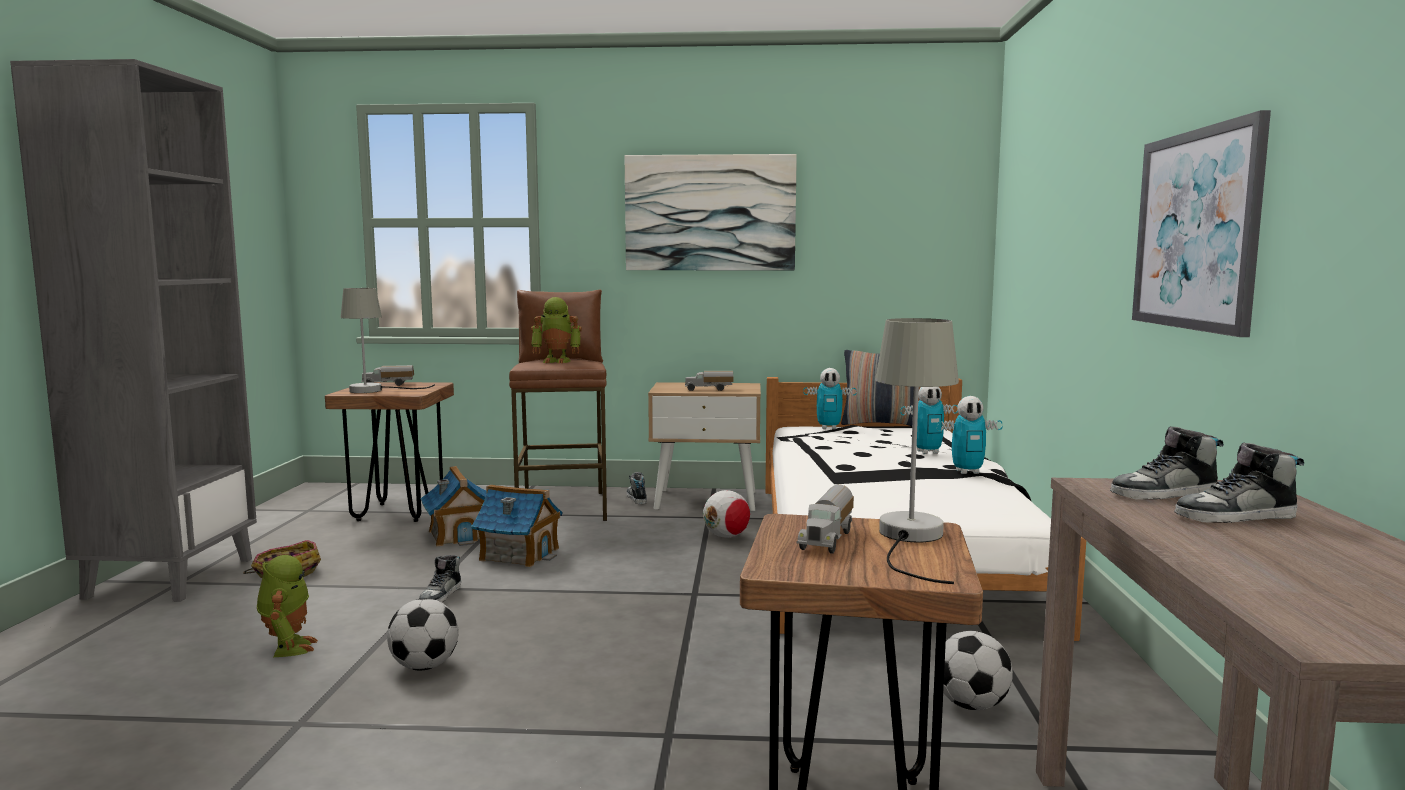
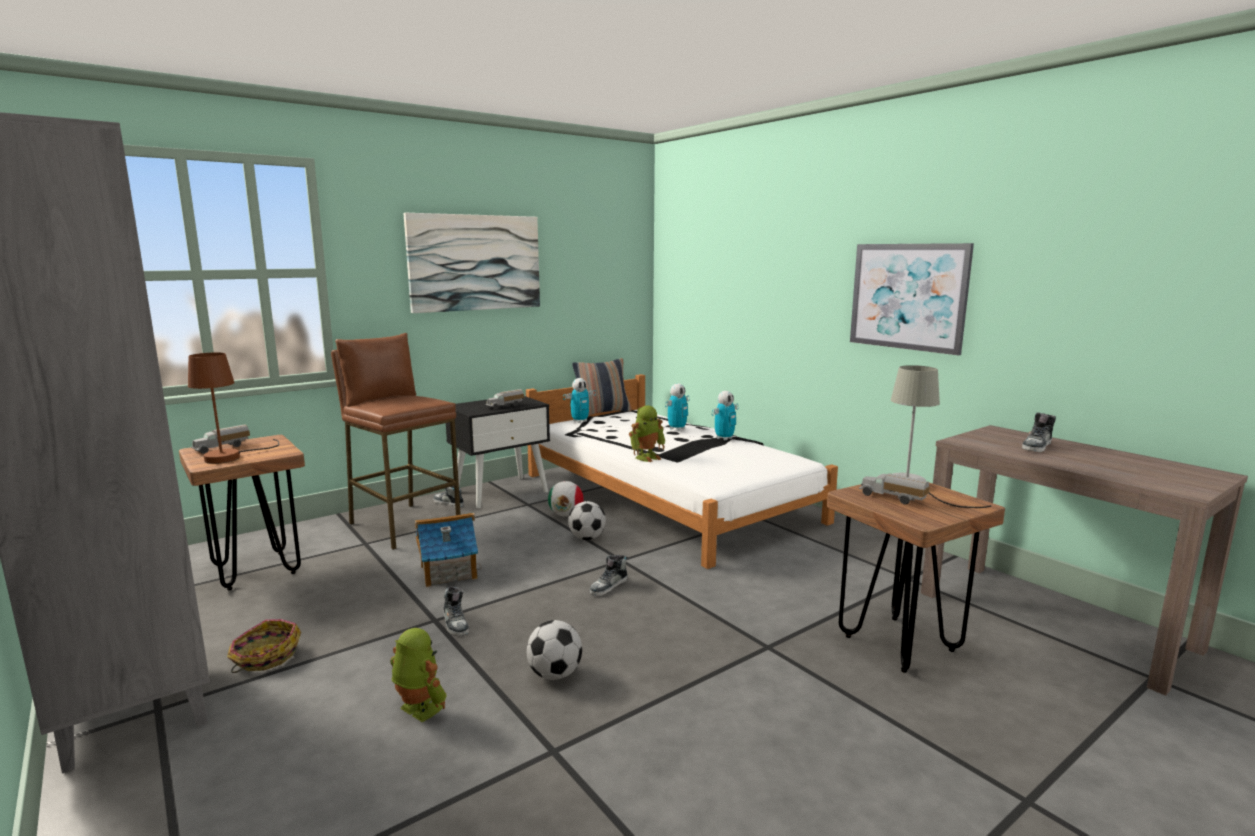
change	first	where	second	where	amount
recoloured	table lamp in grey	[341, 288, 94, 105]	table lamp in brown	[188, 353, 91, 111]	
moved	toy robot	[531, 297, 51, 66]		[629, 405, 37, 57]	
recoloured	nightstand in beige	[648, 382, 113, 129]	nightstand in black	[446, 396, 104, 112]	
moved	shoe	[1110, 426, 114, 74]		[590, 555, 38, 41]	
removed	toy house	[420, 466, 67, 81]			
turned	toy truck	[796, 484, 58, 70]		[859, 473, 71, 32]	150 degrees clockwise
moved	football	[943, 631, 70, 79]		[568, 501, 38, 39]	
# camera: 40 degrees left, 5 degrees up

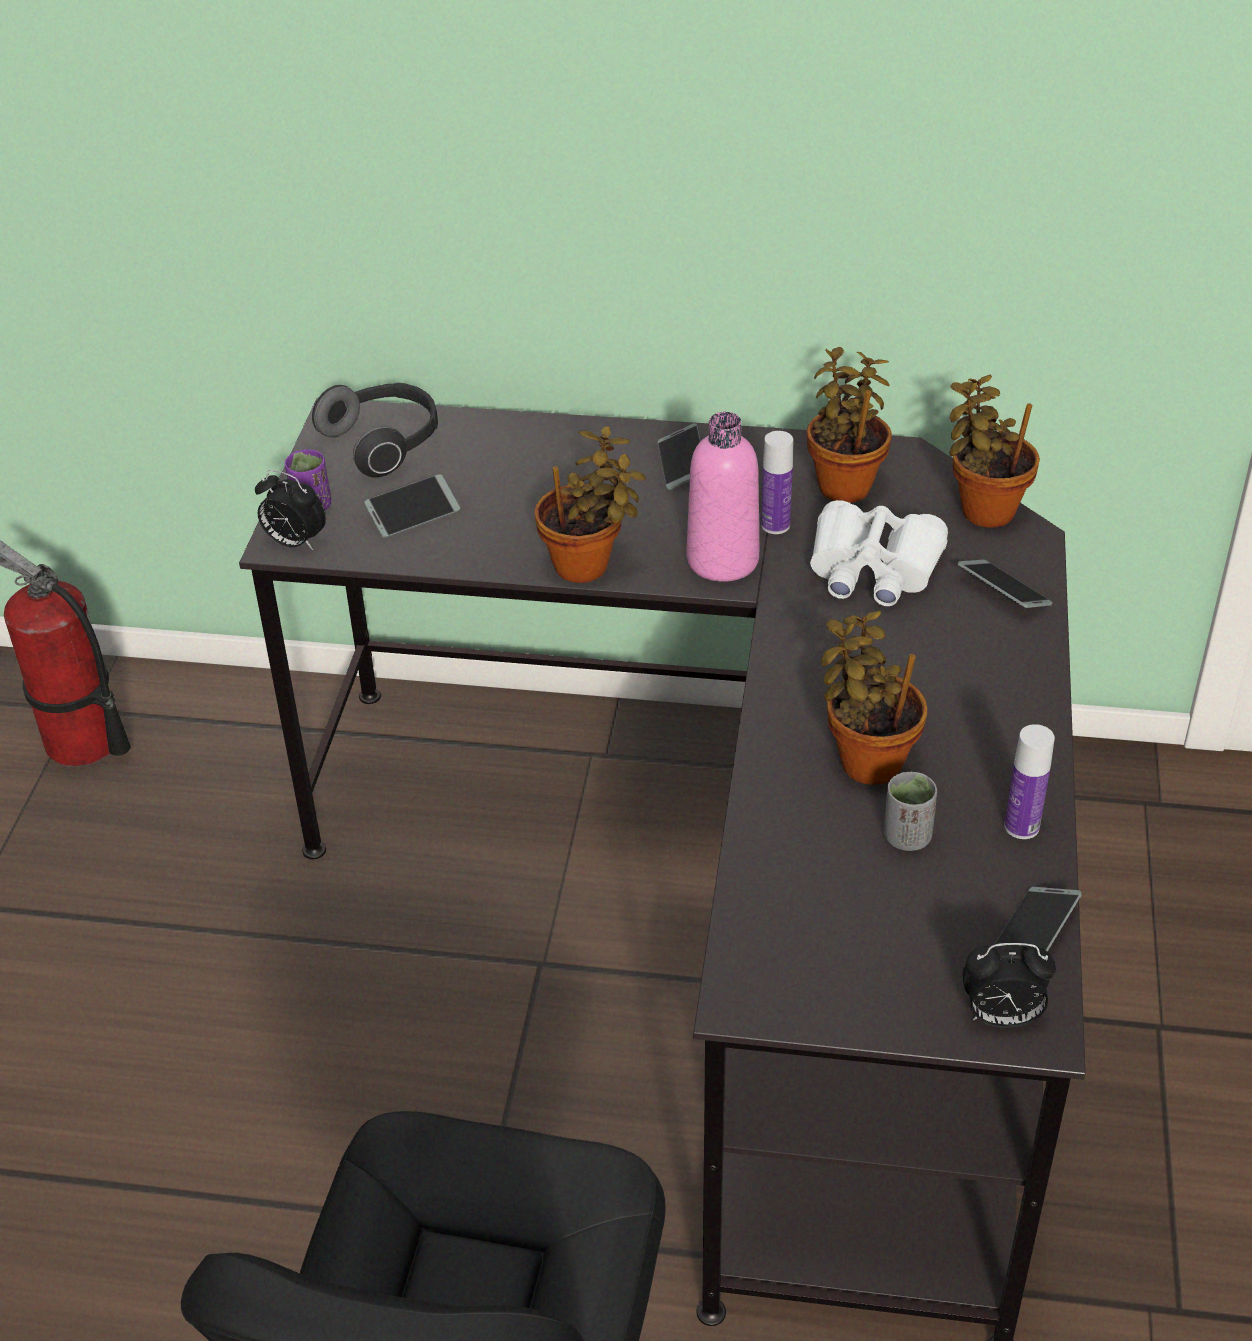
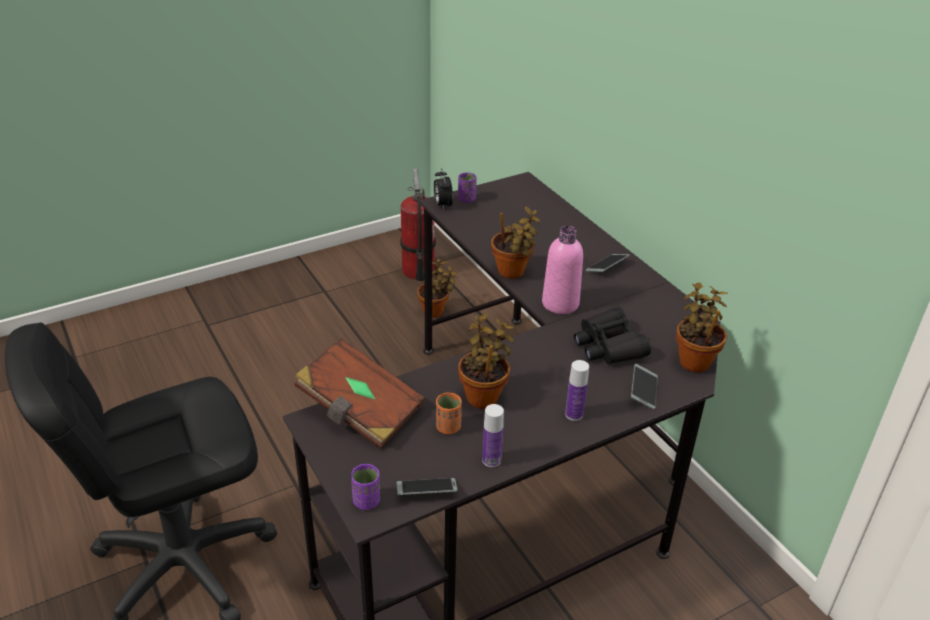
change	first	where	second	where	amount
moved	potted plant	[807, 347, 85, 156]		[417, 259, 41, 59]	
removed	headphones	[312, 382, 126, 95]			
moved	bottle	[761, 431, 32, 103]		[565, 360, 24, 61]	
removed	phone	[364, 474, 96, 64]			
recoloured	binoculars in white	[810, 500, 138, 106]	binoculars in black	[574, 307, 77, 57]	
recoloured	cup in grey	[884, 772, 53, 79]	cup in orange	[436, 393, 26, 41]	
replaced	alarm clock	[963, 943, 93, 85]	cup in purple	[351, 464, 29, 46]	
added			book in brown	[294, 338, 131, 111]	
# camera: 50 degrees right, 5 degrees down

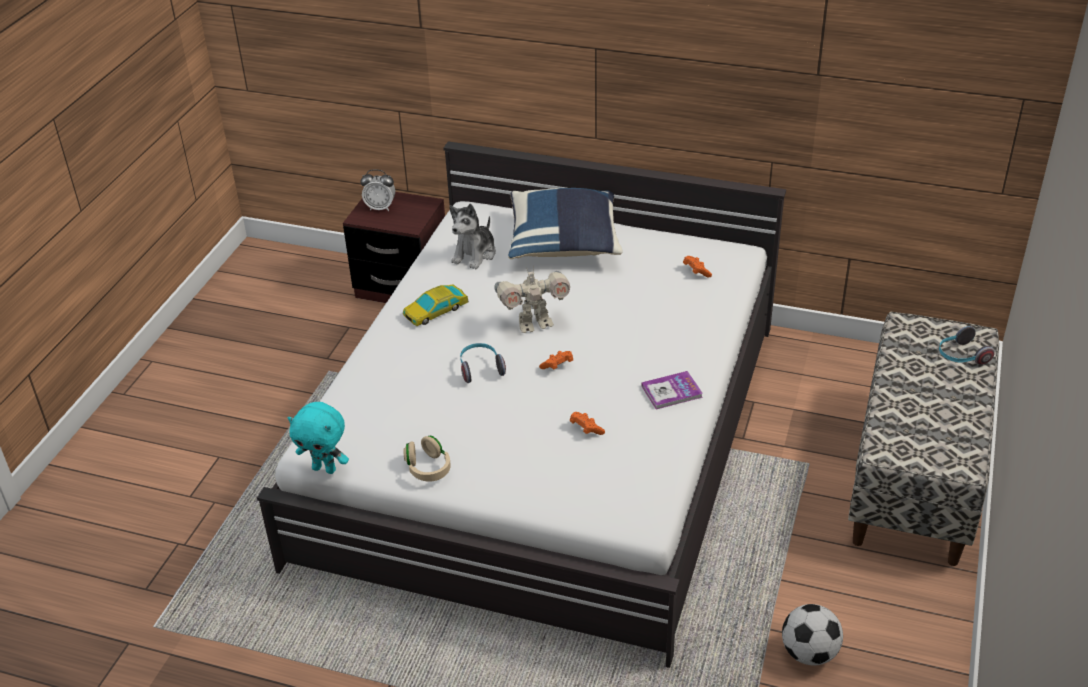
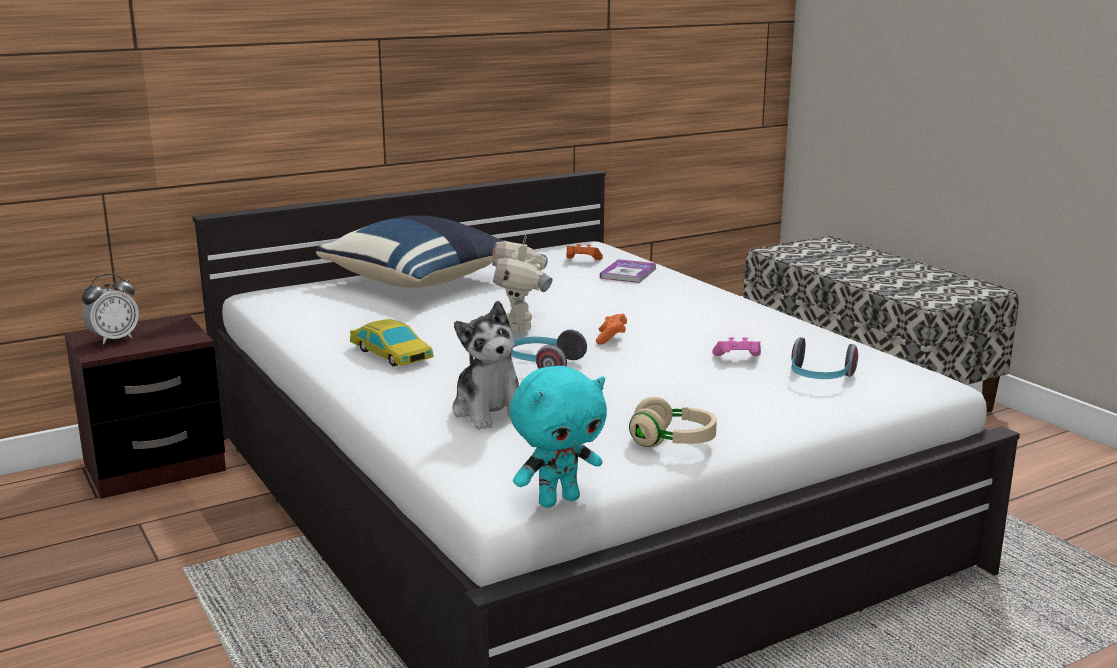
change	first	where	second	where	amount
moved	plush toy	[449, 204, 47, 66]		[452, 301, 67, 129]	
turned	toy robot	[494, 266, 76, 67]		[492, 234, 60, 98]	150 degrees clockwise
turned	toy car	[403, 284, 66, 42]		[350, 319, 84, 47]	45 degrees counterclockwise
moved	headphones	[939, 326, 56, 39]		[791, 337, 67, 42]	
moved	book	[641, 371, 62, 38]		[600, 259, 57, 24]	
recoloured	game controller in orange	[570, 412, 35, 23]	game controller in pink	[712, 337, 49, 19]	
removed	football	[782, 604, 61, 62]			
# camera: 50 degrees left, 20 degrees down

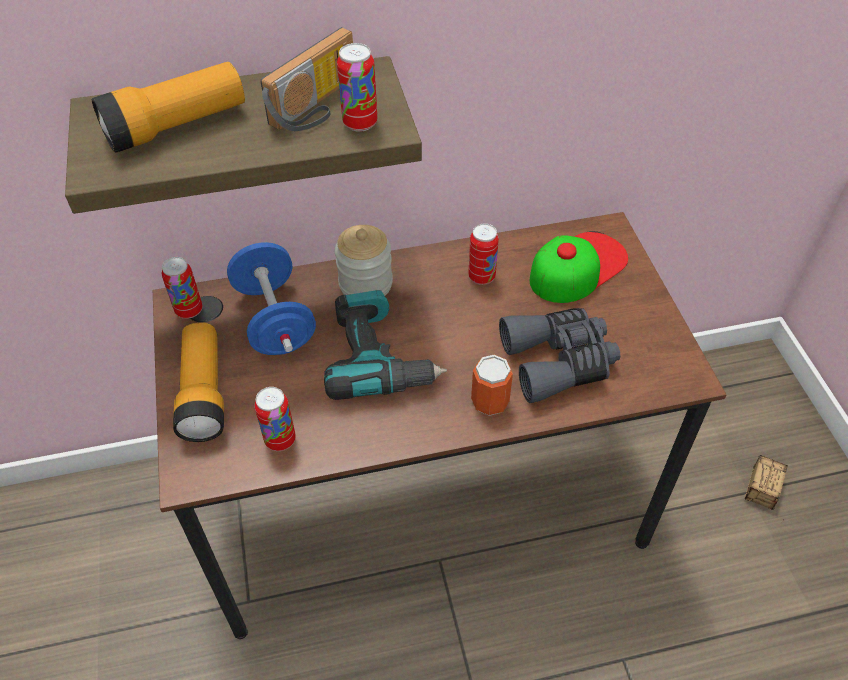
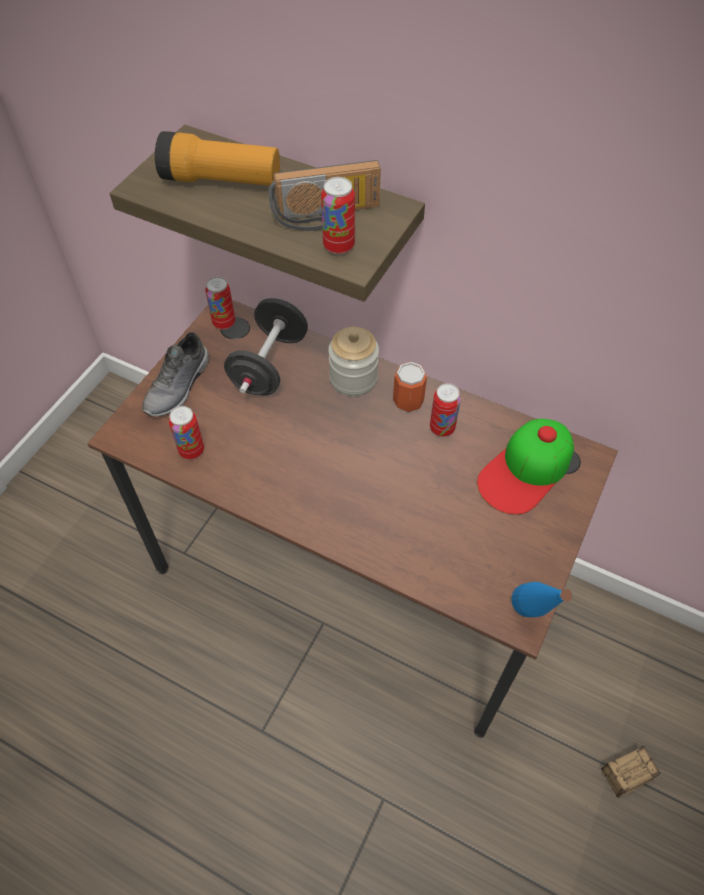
change	first	where	second	where	amount
turned	cap	[530, 232, 98, 71]		[477, 419, 97, 95]	135 degrees clockwise
recoloured	dumbbell in blue	[227, 242, 89, 113]	dumbbell in black	[224, 298, 84, 97]	
removed	power drill	[324, 290, 123, 110]			
removed	binoculars in grey	[499, 308, 121, 95]			
replaced	flashlight	[173, 323, 51, 119]	shoe in grey	[142, 332, 67, 85]	
moved	can	[471, 355, 42, 61]		[393, 362, 34, 51]	
added			bottle in blue	[511, 582, 62, 35]	
# camera: 40 degrees right, 5 degrees up

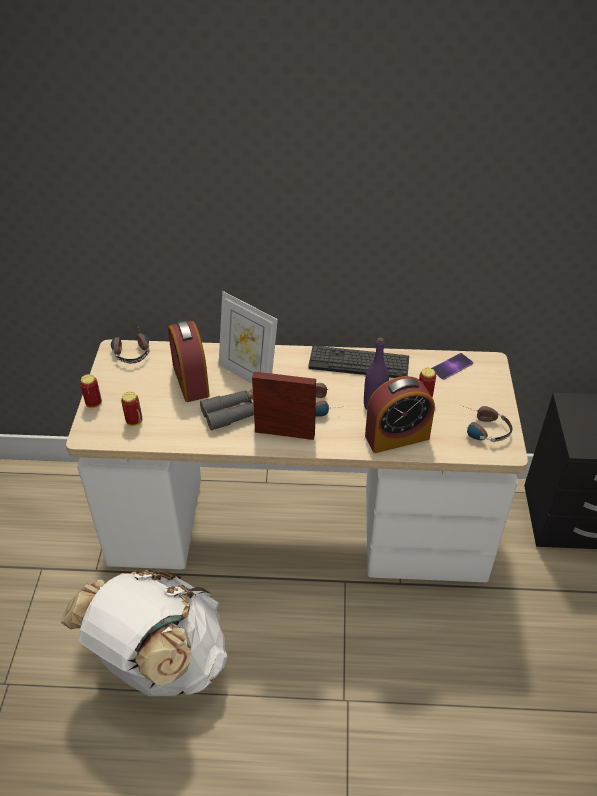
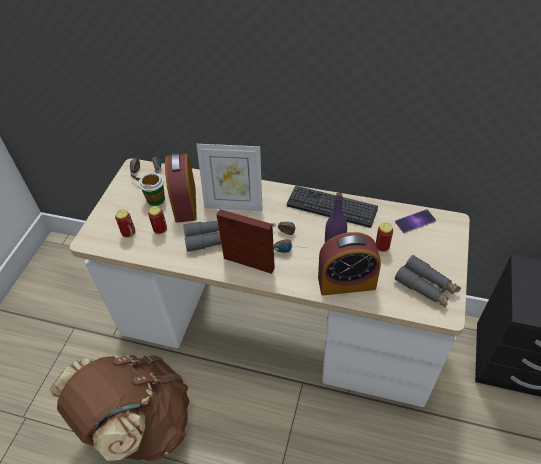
change	first	where	second	where	amount
turned	picture frame	[219, 291, 59, 93]		[196, 144, 67, 67]	45 degrees counterclockwise
moved	can	[80, 374, 22, 34]		[148, 206, 19, 28]	
replaced	headphones	[464, 406, 49, 36]	binoculars in grey	[395, 255, 66, 52]	
recoloured	backpack in white	[60, 570, 168, 126]	backpack in brown	[50, 355, 140, 106]	
added			cup	[138, 173, 27, 33]	
# camera: 15 degrees right, 5 degrees up

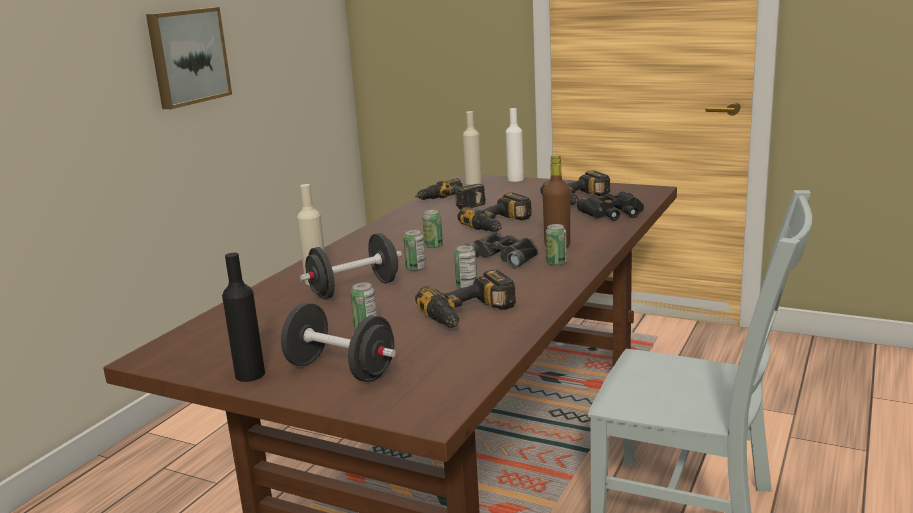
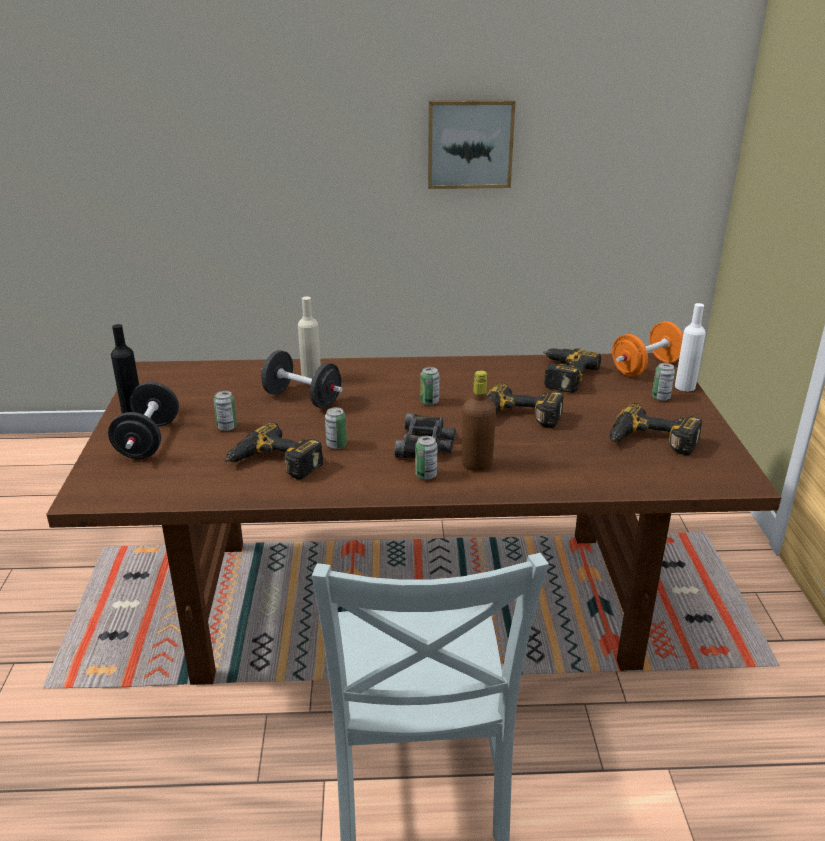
change	first	where	second	where	amount
replaced	bottle in beige	[463, 111, 19, 74]	dumbbell in orange	[612, 321, 71, 56]	
removed	binoculars in black	[577, 192, 67, 29]			
moved	can	[403, 230, 23, 41]		[652, 363, 23, 38]	
# camera: 60 degrees right, 10 degrees up

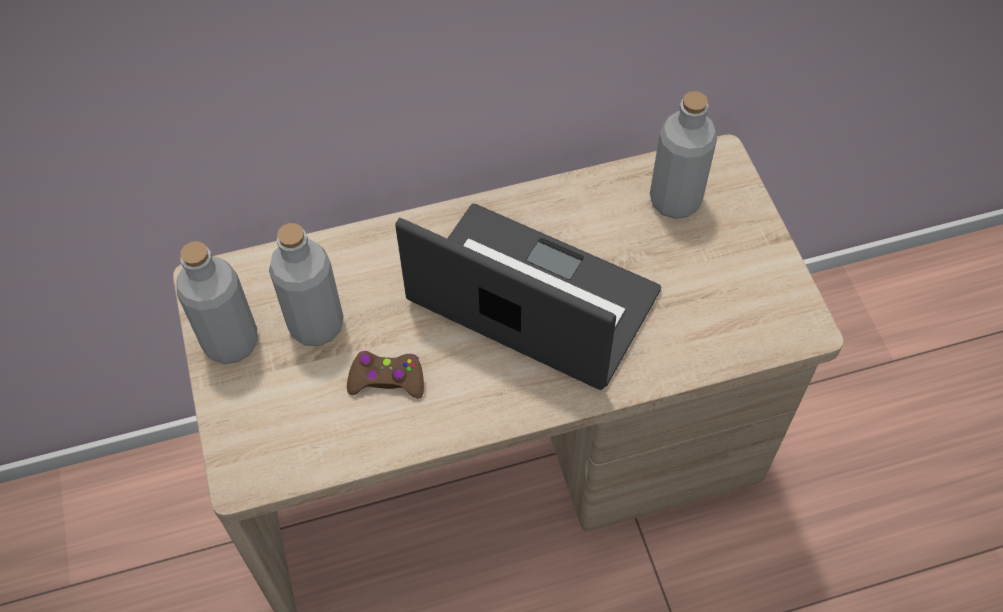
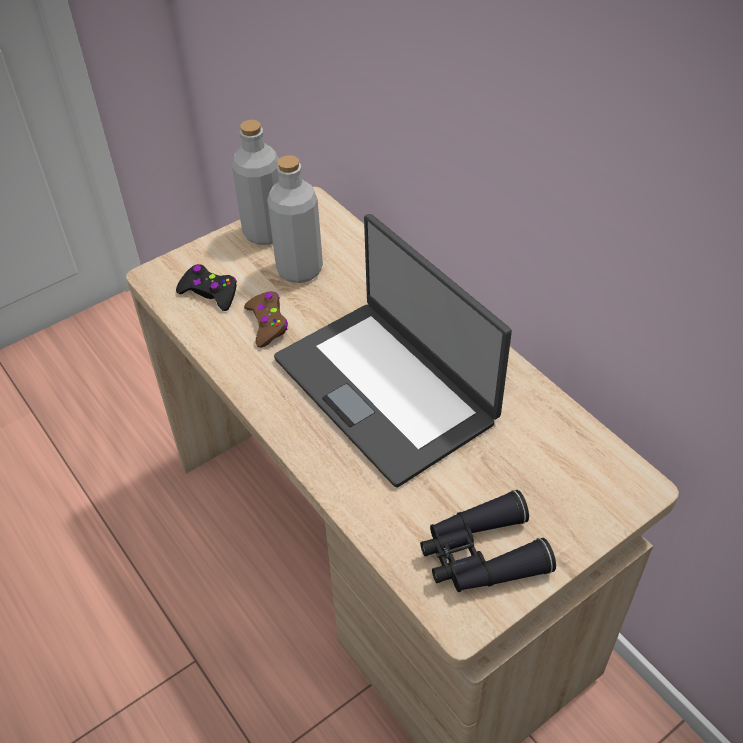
change	first	where	second	where	amount
removed	bottle in grey	[650, 91, 67, 128]			
turned	laptop	[395, 204, 266, 186]		[274, 214, 238, 274]	135 degrees clockwise
added			game controller in black	[176, 264, 61, 47]	
added			binoculars in black	[420, 490, 136, 102]	
# camera: 70 degrees right, 10 degrees down

